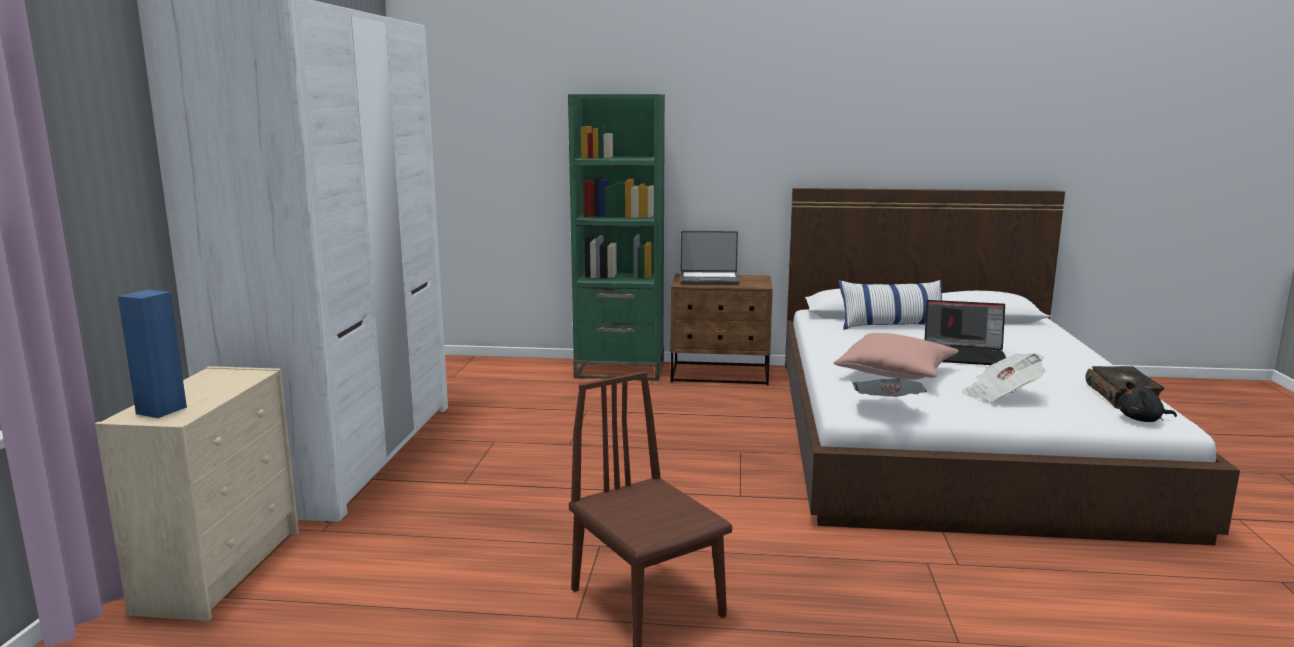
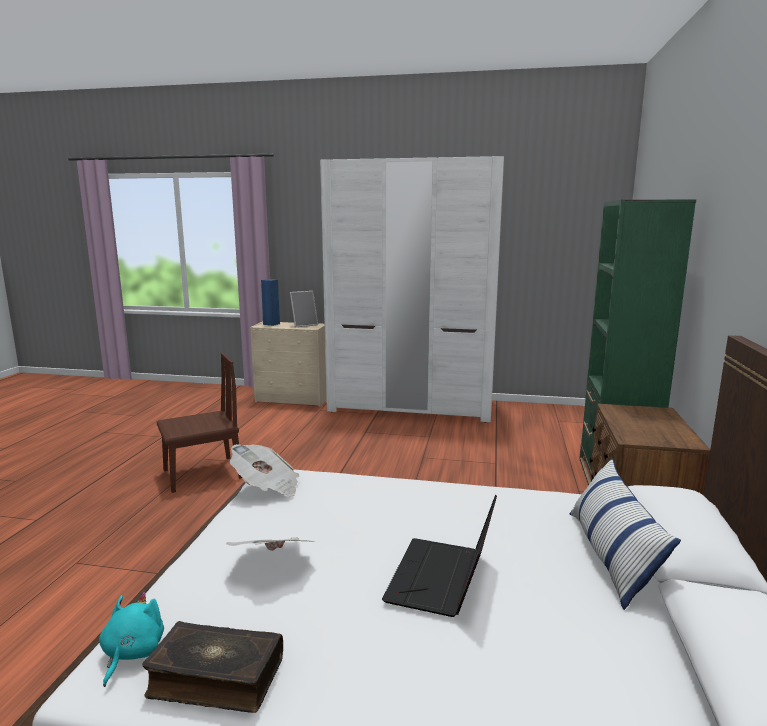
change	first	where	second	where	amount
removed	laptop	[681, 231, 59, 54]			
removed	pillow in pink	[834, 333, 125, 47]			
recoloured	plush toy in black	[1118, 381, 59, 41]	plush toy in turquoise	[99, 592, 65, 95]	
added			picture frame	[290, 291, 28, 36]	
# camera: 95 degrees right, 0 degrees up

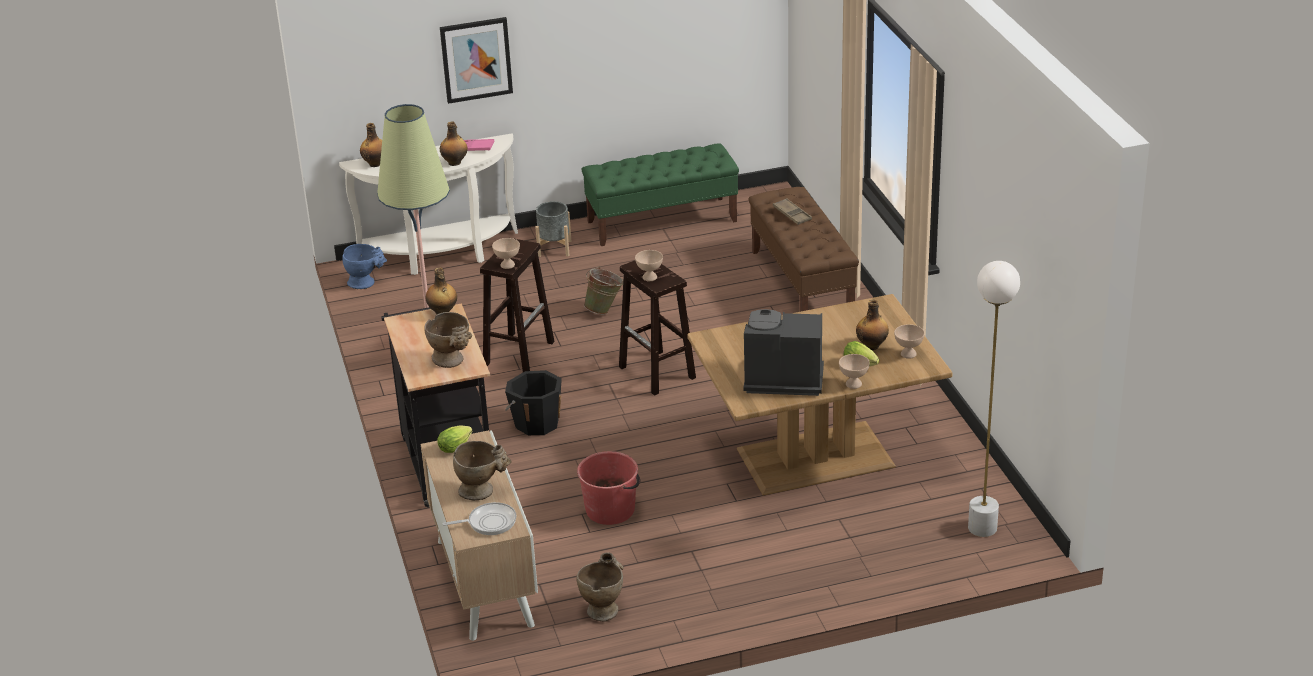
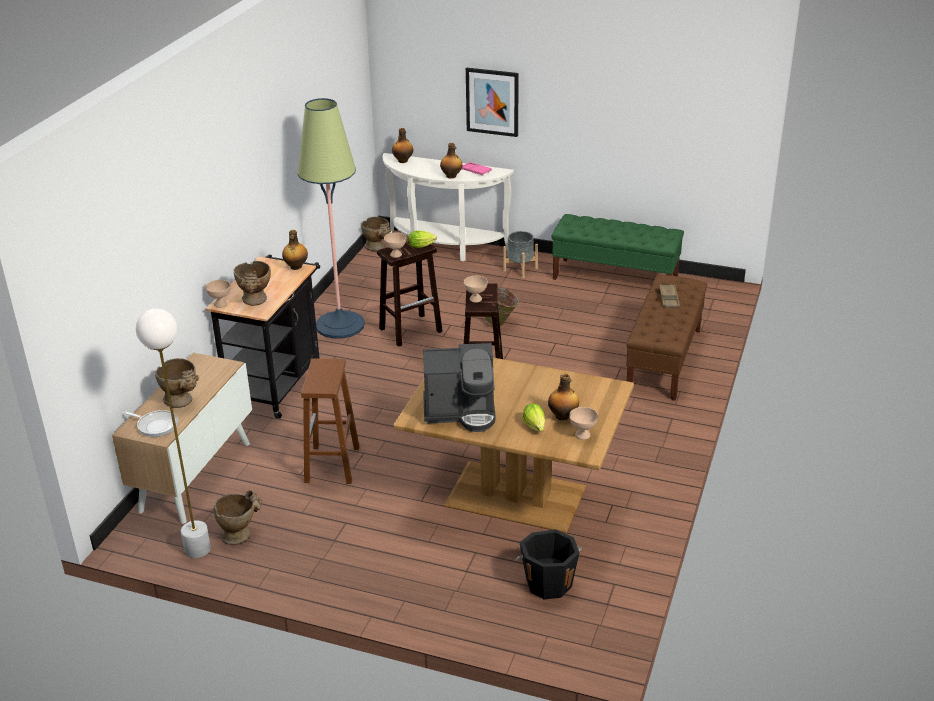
change	first	where	second	where	amount
recoloured	vase in blue	[342, 244, 45, 45]	vase in beige	[361, 217, 31, 34]	
moved	floor lamp in white	[968, 261, 52, 276]		[136, 309, 75, 249]	
turned	coffee machine	[744, 309, 80, 87]		[423, 343, 73, 89]	135 degrees clockwise
moved	bowl in beige	[839, 354, 31, 35]		[205, 280, 26, 28]	
moved	bucket in black	[505, 370, 57, 65]		[515, 529, 67, 70]	
moved	lettuce	[437, 425, 35, 28]		[408, 230, 29, 18]	
replaced	bucket in red	[577, 451, 63, 74]	stool in brown	[301, 358, 59, 126]	
# camera: 35 degrees right, 0 degrees up

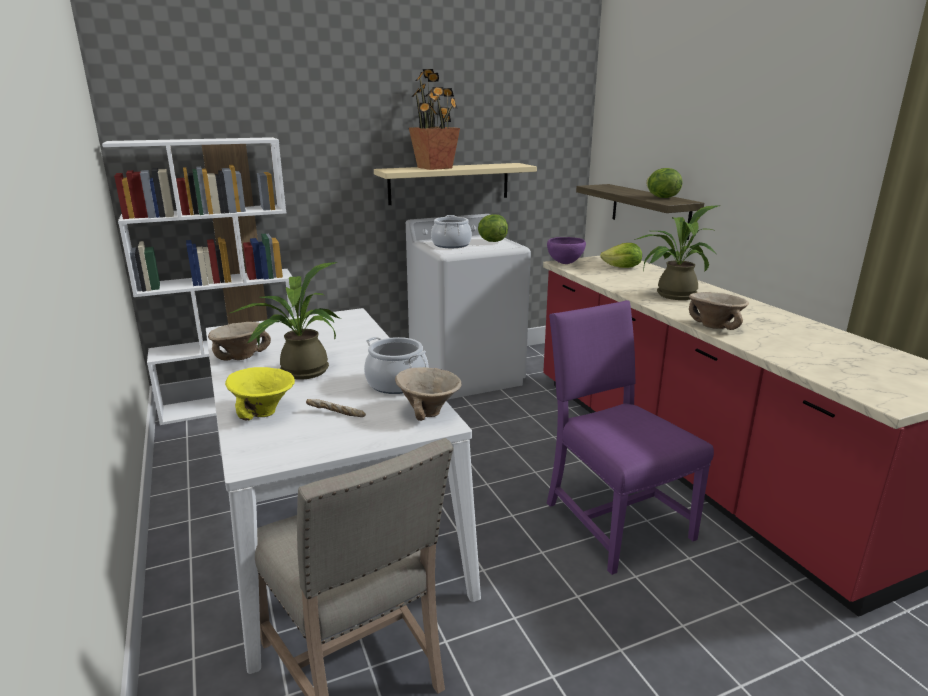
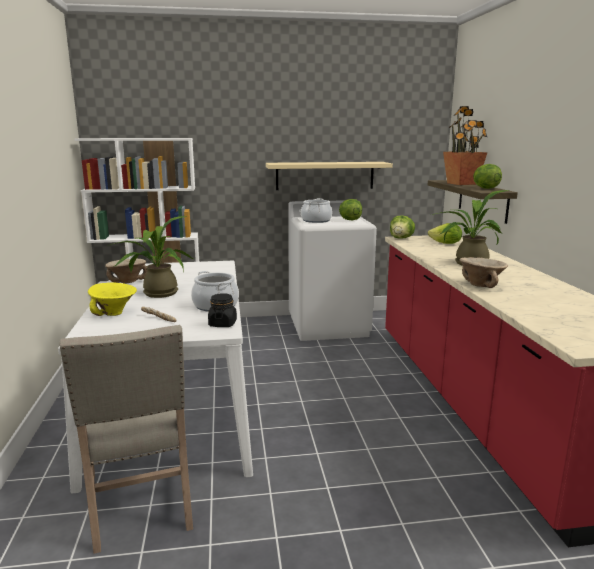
change	first	where	second	where	amount
moved	potted plant	[409, 69, 51, 101]		[443, 106, 45, 79]	
replaced	bowl in purple	[547, 237, 39, 27]	lettuce	[390, 215, 25, 24]	
removed	chair in purple	[547, 300, 167, 275]			
replaced	bowl in beige	[395, 367, 67, 54]	jar in black	[208, 293, 29, 34]	
# camera: 15 degrees right, 5 degrees down

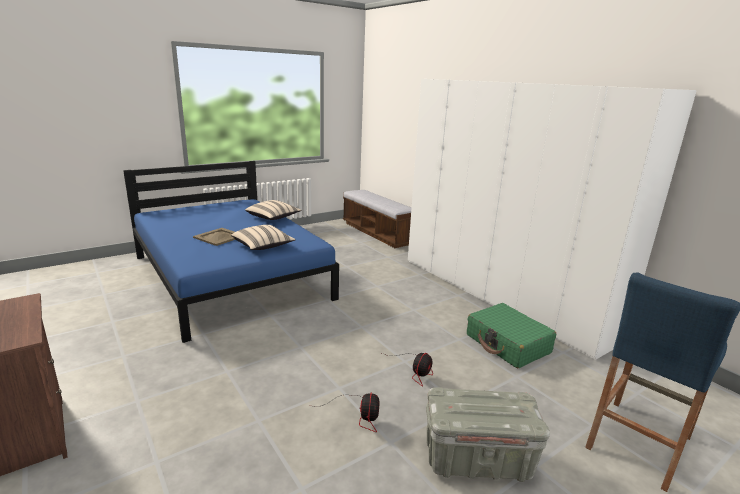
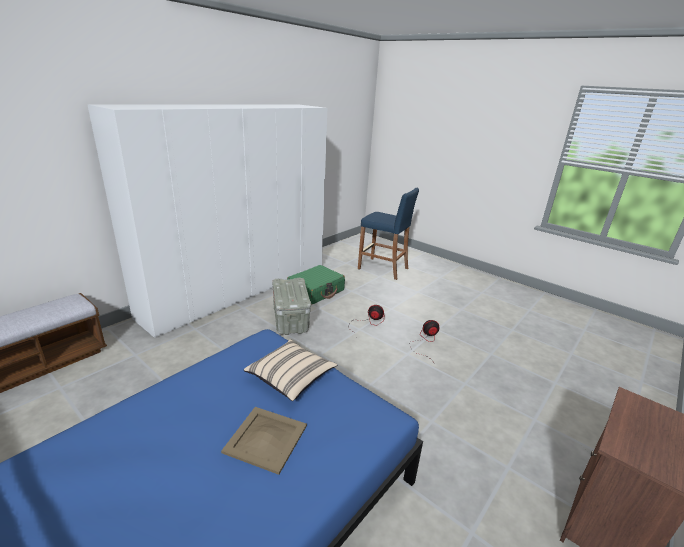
change	first	where	second	where	amount
removed	pillow in beige	[245, 200, 56, 20]			
moved	storage box in grey	[426, 387, 124, 95]		[272, 278, 39, 57]	
# camera: 105 degrees left, 5 degrees up

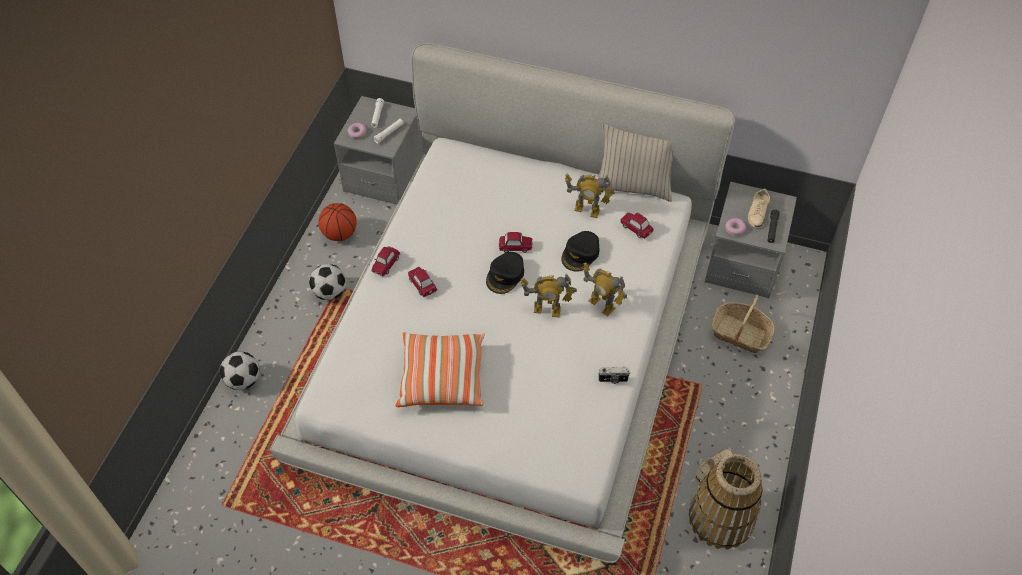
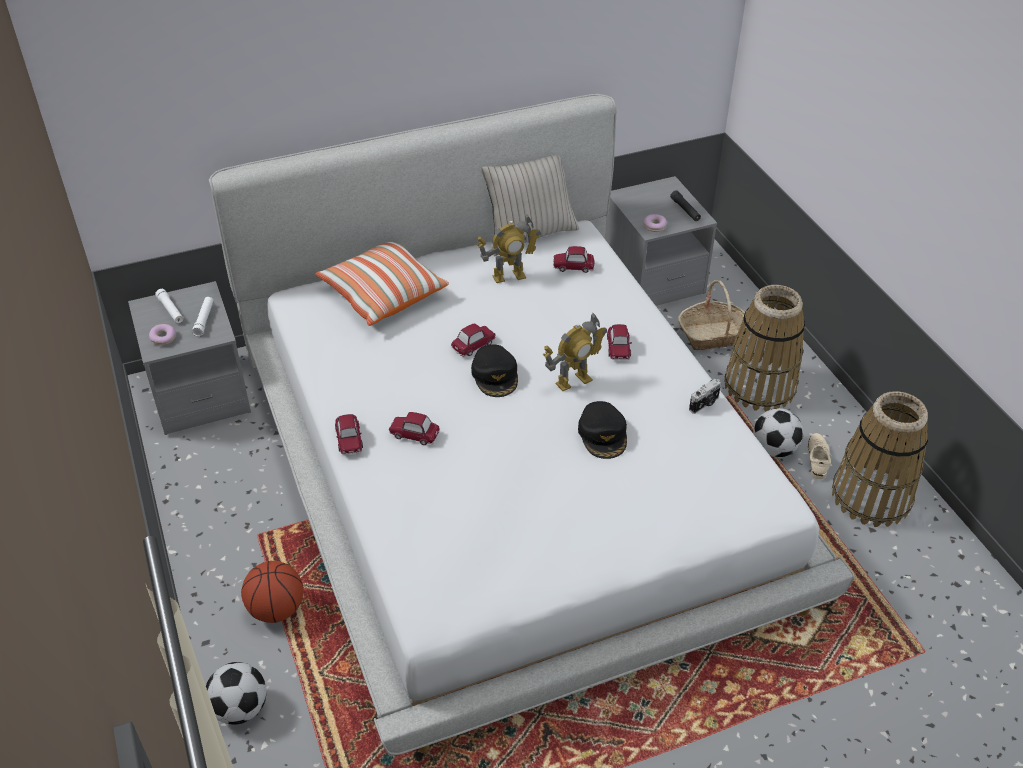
change	first	where	second	where	amount
removed	shoe in beige	[748, 188, 22, 40]			
moved	basketball	[318, 203, 39, 38]		[241, 561, 63, 62]	
moved	cap in black	[561, 231, 39, 41]		[578, 401, 49, 58]	
replaced	toy robot	[583, 262, 44, 54]	toy car	[607, 324, 25, 36]	
moved	football	[309, 264, 37, 36]		[753, 408, 51, 49]	
moved	pillow	[395, 332, 90, 75]		[315, 242, 134, 84]	
added			basket	[724, 285, 81, 127]	
# camera: 40 degrees left, 10 degrees down

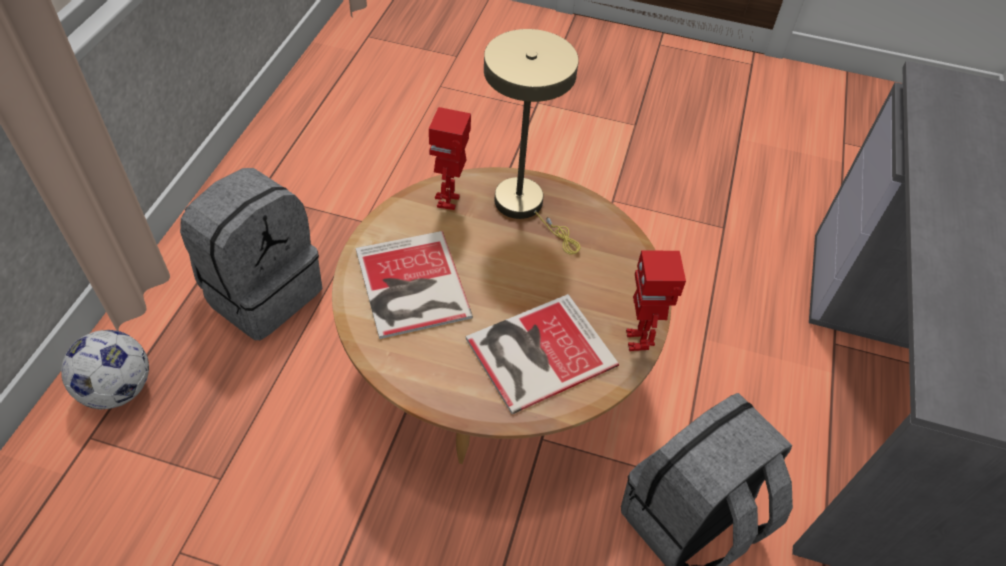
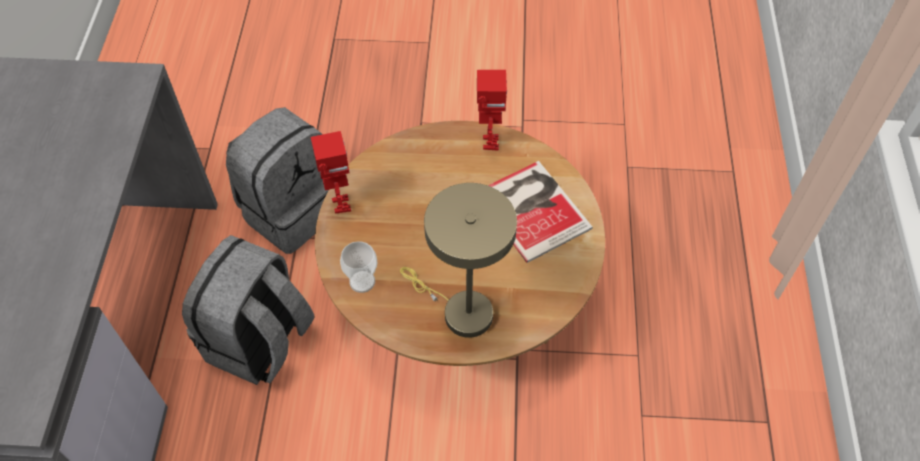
change	first	where	second	where	amount
moved	toy robot	[429, 107, 42, 103]		[477, 70, 30, 81]	
moved	backpack in grey	[180, 168, 142, 172]		[182, 235, 132, 150]	
removed	book	[466, 294, 153, 120]			
removed	football	[61, 330, 88, 79]			
added			cup	[340, 241, 37, 52]	
# camera: 170 degrees right, 5 degrees up

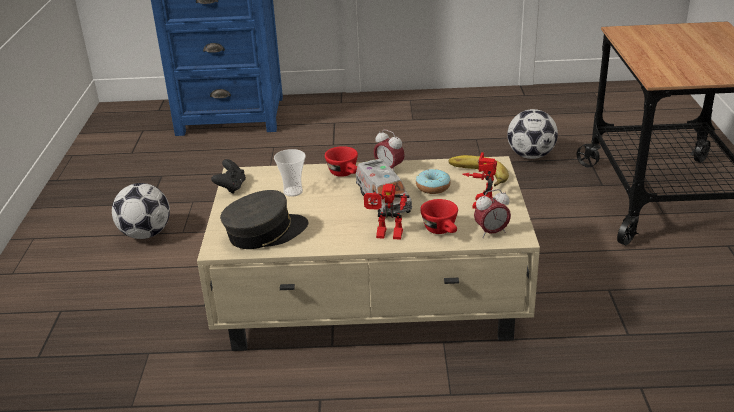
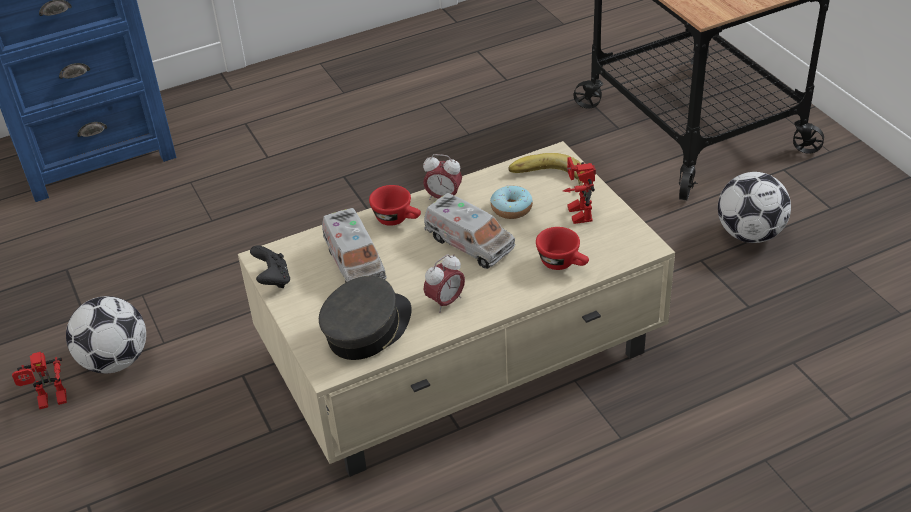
change	first	where	second	where	amount
moved	football	[507, 109, 51, 50]		[718, 172, 73, 71]	
replaced	cup	[274, 149, 32, 48]	toy truck	[322, 208, 65, 75]	
moved	toy robot	[364, 184, 45, 56]		[12, 352, 55, 57]	
moved	alarm clock	[474, 189, 37, 49]		[424, 254, 41, 59]	
# camera: 25 degrees left, 10 degrees up

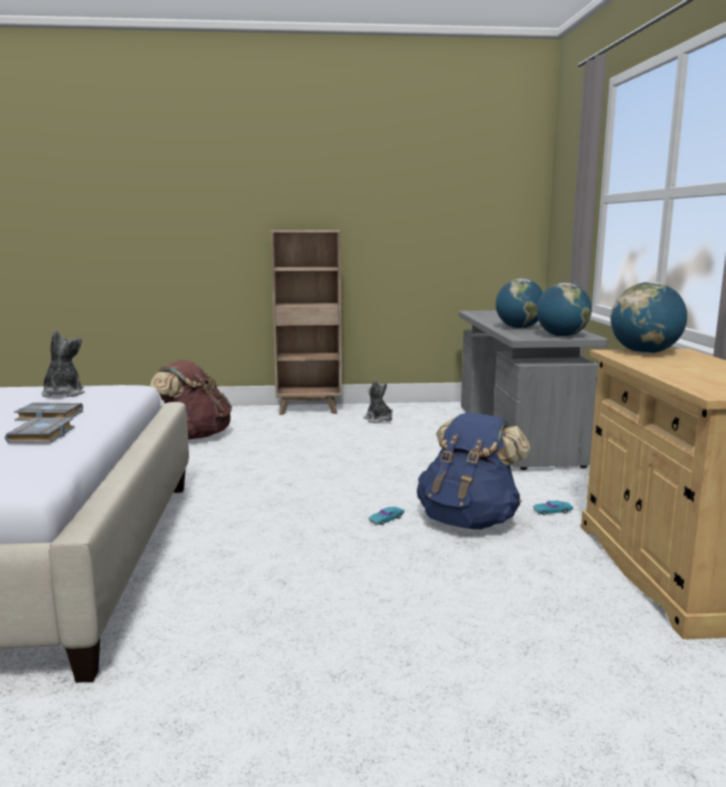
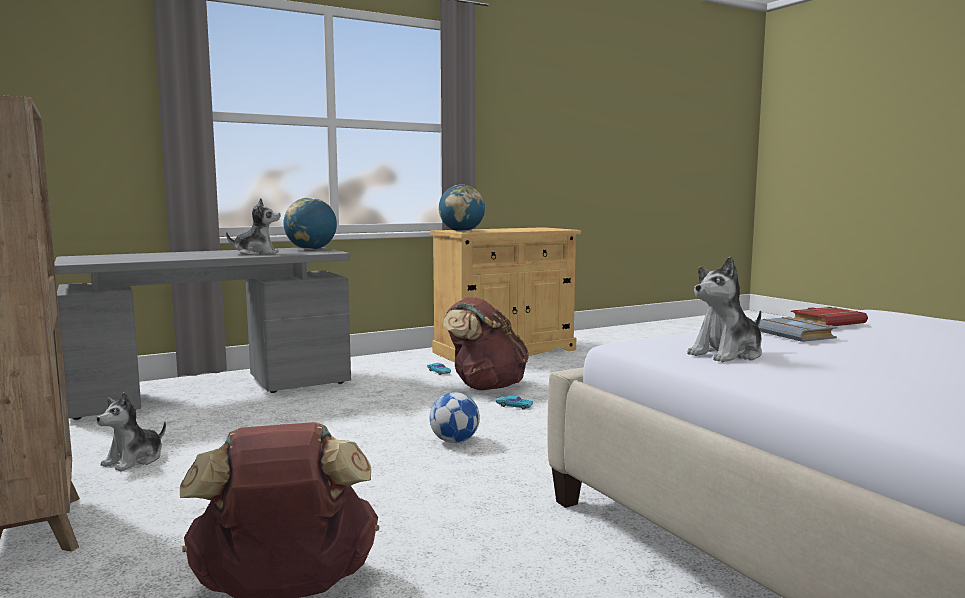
change	first	where	second	where	amount
replaced	globe	[496, 279, 47, 49]	plush toy	[226, 198, 54, 57]	
recoloured	backpack in blue	[417, 412, 114, 117]	backpack in brown	[443, 297, 86, 94]	
recoloured	book in grey	[5, 417, 69, 27]	book in red	[791, 307, 77, 19]	
added			football	[430, 392, 50, 51]	
# camera: 115 degrees left, 5 degrees down

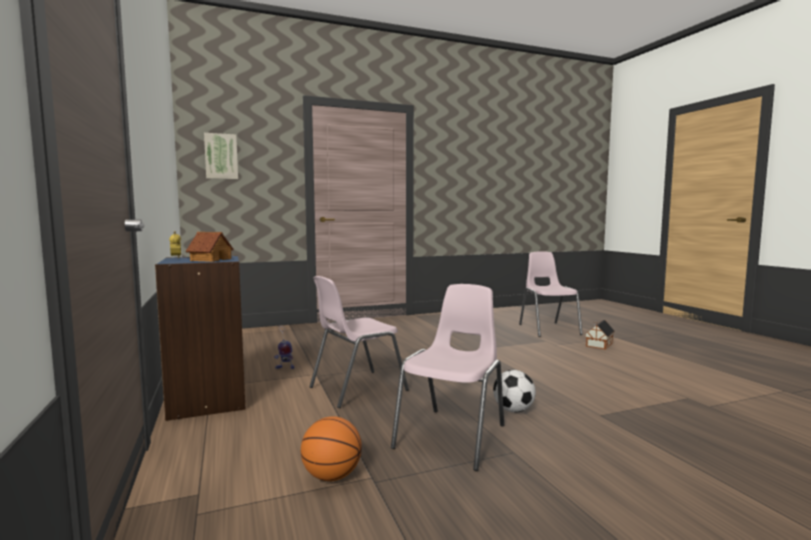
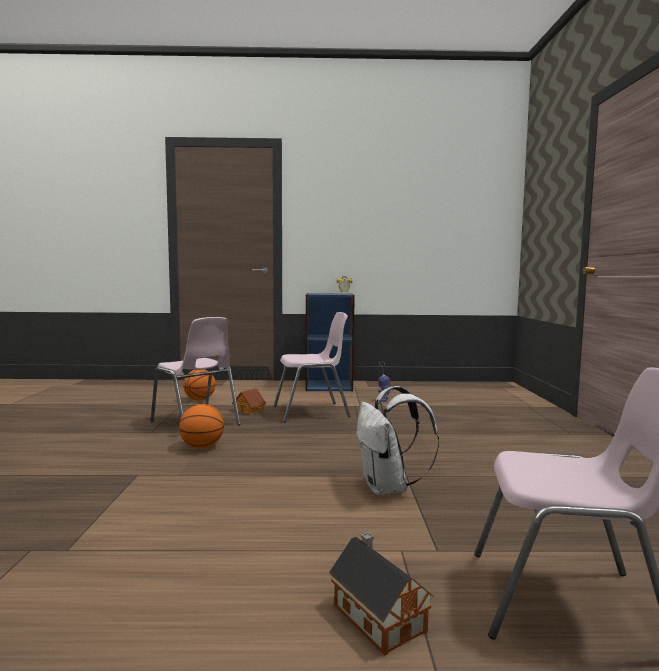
change	first	where	second	where	amount
removed	picture	[204, 133, 34, 46]			
moved	toy house	[186, 232, 48, 30]		[232, 388, 35, 27]	
turned	chair in pink	[310, 276, 99, 132]		[273, 312, 78, 111]	90 degrees clockwise
replaced	football	[493, 370, 43, 42]	basketball	[179, 404, 45, 44]	
added			backpack in white	[356, 386, 83, 109]	
# camera: 110 degrees right, 0 degrees up

